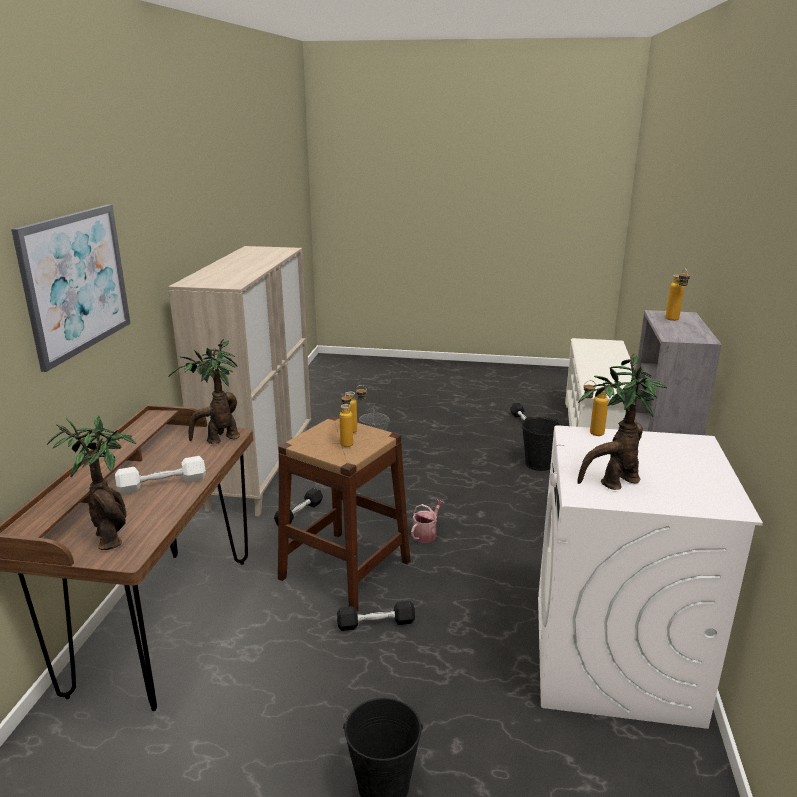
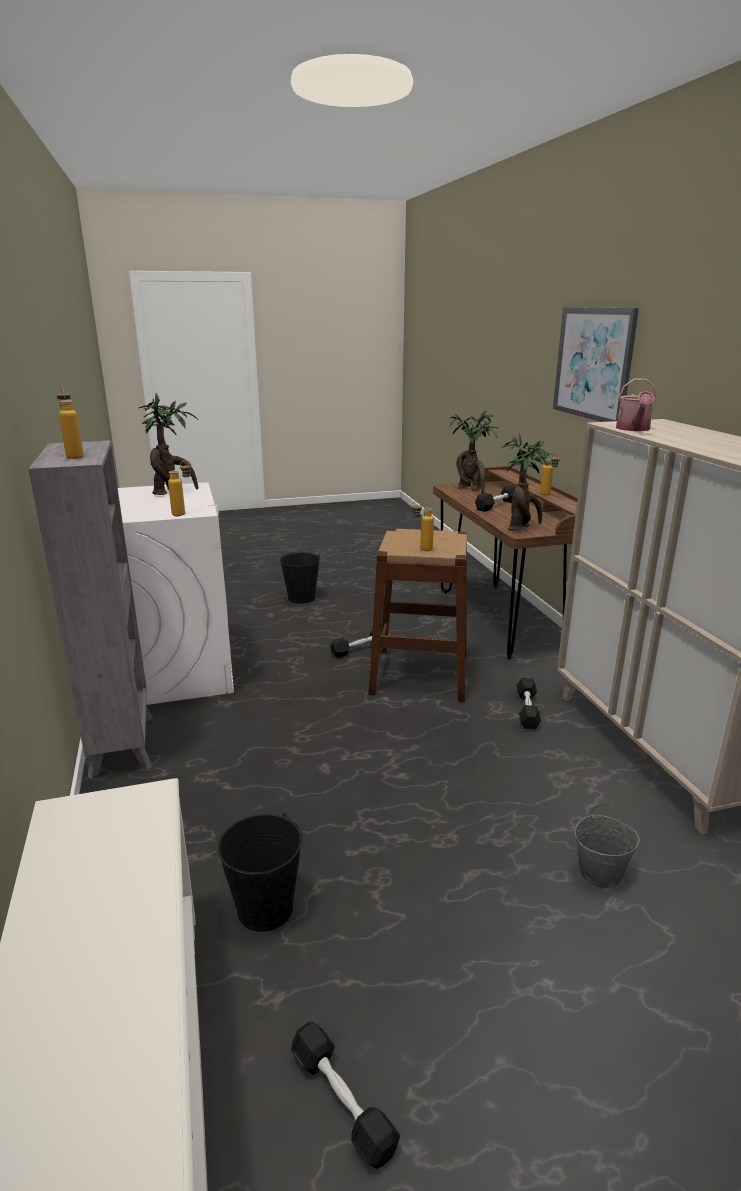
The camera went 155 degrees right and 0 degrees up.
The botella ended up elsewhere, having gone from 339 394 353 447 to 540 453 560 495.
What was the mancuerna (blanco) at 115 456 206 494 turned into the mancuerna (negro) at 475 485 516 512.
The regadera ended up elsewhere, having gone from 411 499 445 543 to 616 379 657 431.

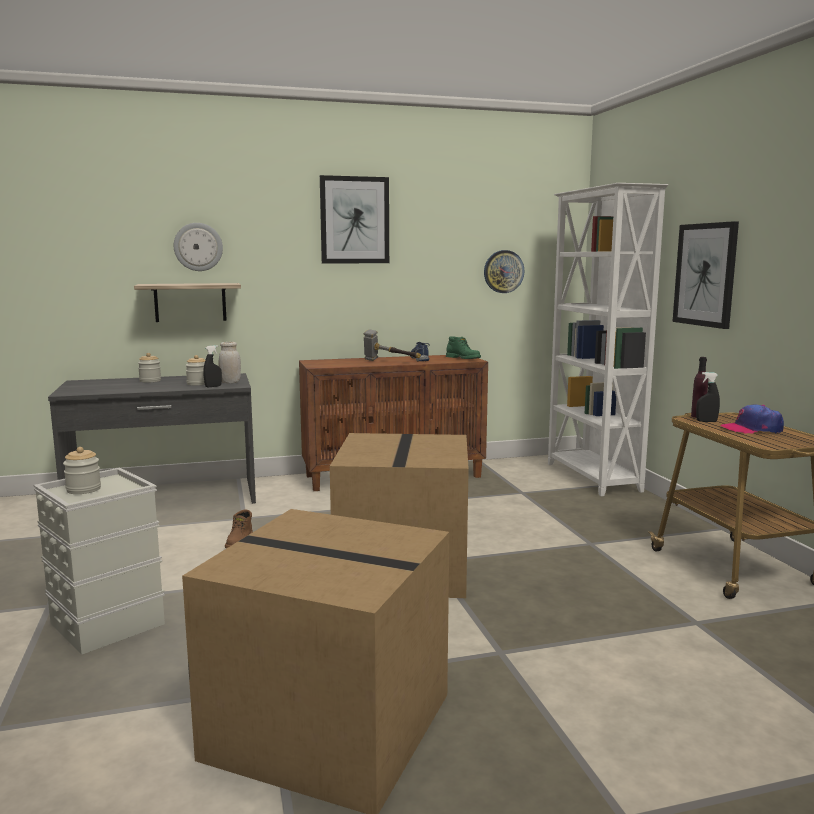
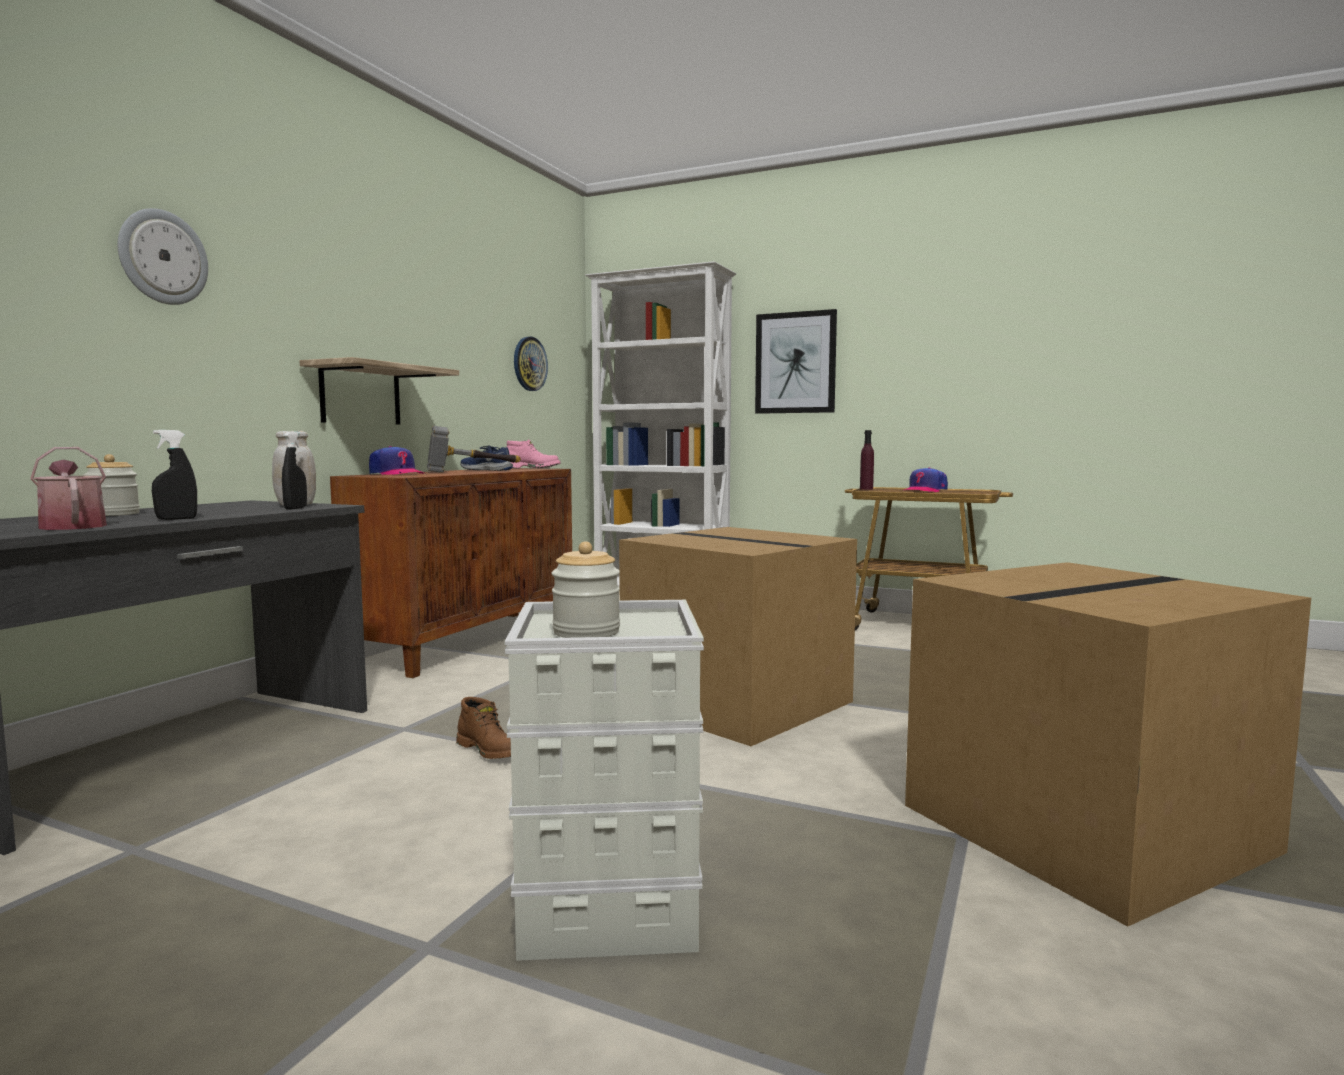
The camera went 50 degrees left and 5 degrees down.
The second view lost the cuadro at 320 175 389 263.
The estante ended up elsewhere, having gone from 134 283 241 322 to 300 357 459 425.
What was the bota (verde) at 446 336 481 359 turned into the bota (rosa) at 507 439 561 468.
The second view lost the tarro at 186 355 205 385.
The pulverizador (negro) ended up elsewhere, having gone from 696 372 720 422 to 152 430 197 520.
The second view gained the gorra at 369 446 424 475.
The second view gained the regadera at 30 447 107 530.

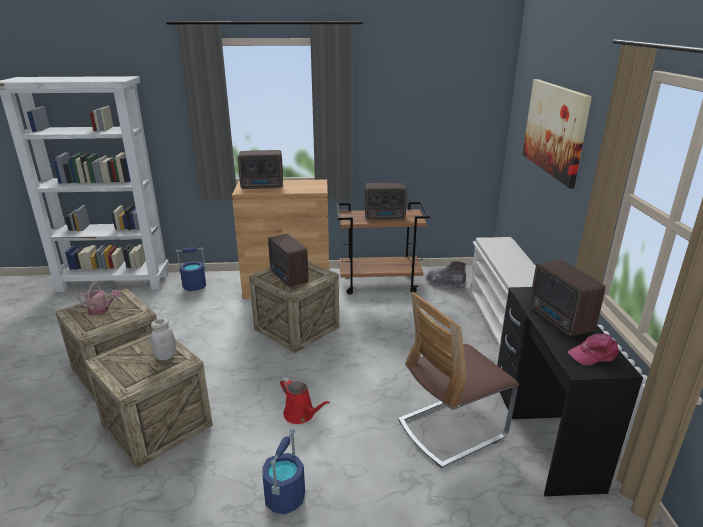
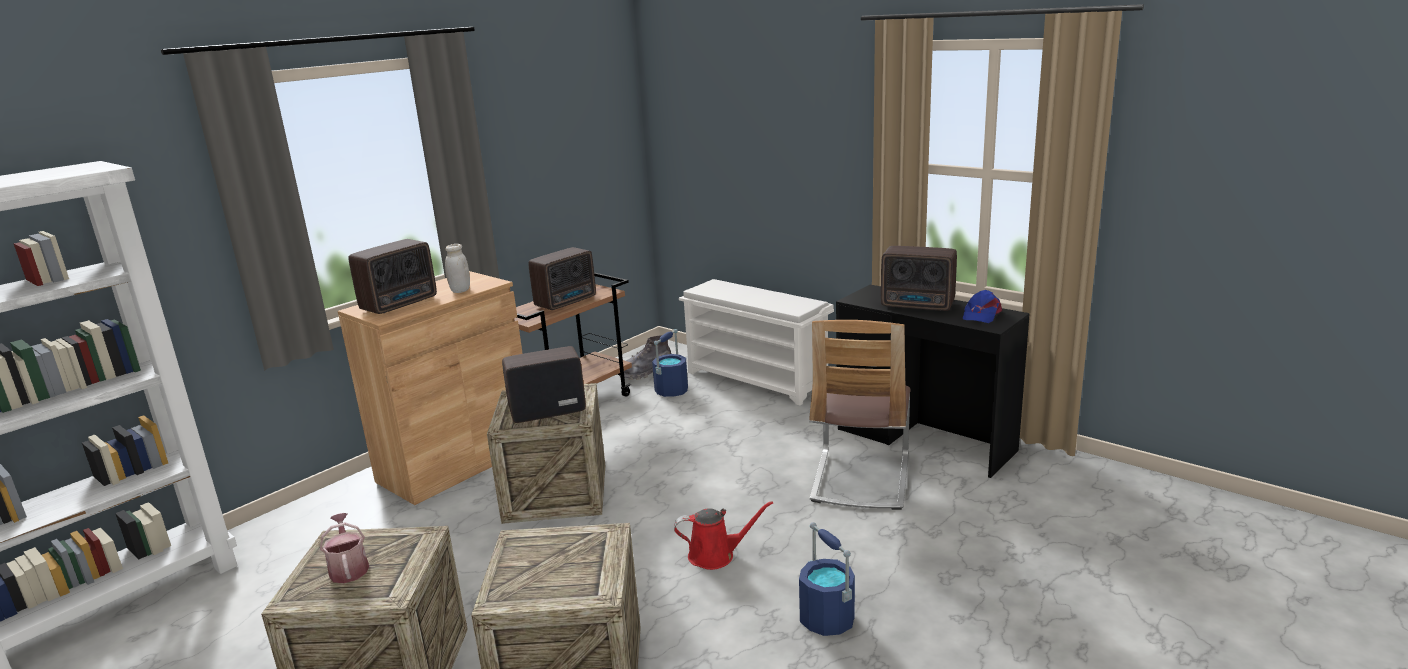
The camera went 45 degrees left and 5 degrees down.
The second view lost the cuadro at 523 79 592 188.
The radio at 268 234 309 287 ended up facing another way, 150 degrees clockwise from before.
The cubo (azul) ended up elsewhere, having gone from 175 247 206 291 to 652 329 688 397.
The regadera at 77 283 121 315 ended up facing another way, 75 degrees counterclockwise from before.
The tarro (blanco) ended up elsewhere, having gone from 151 318 176 360 to 445 244 470 293.
What was the gorra (rosa) at 567 333 619 365 turned into the gorra (azul) at 963 290 1002 323.

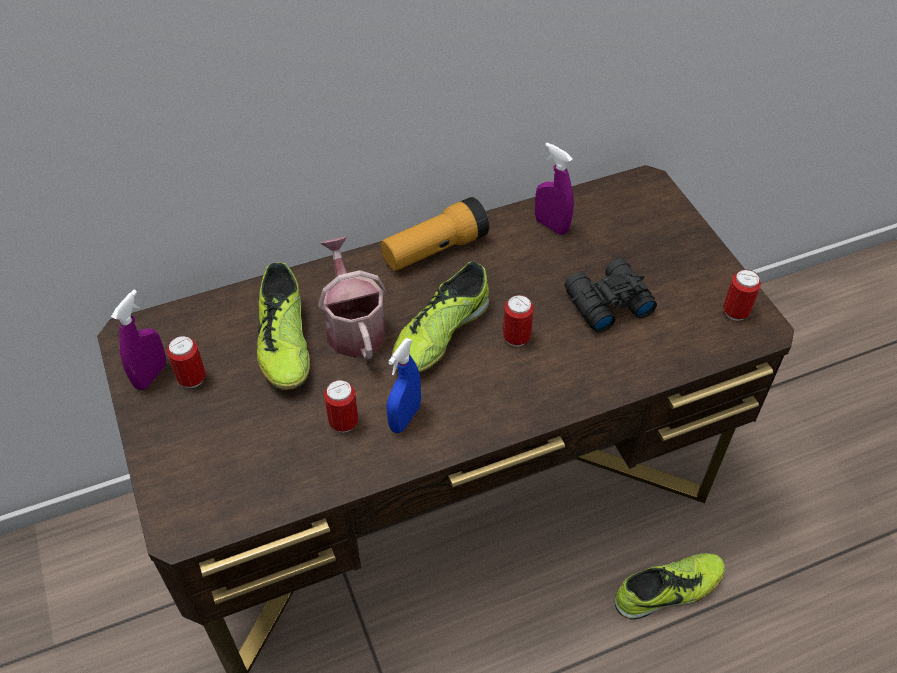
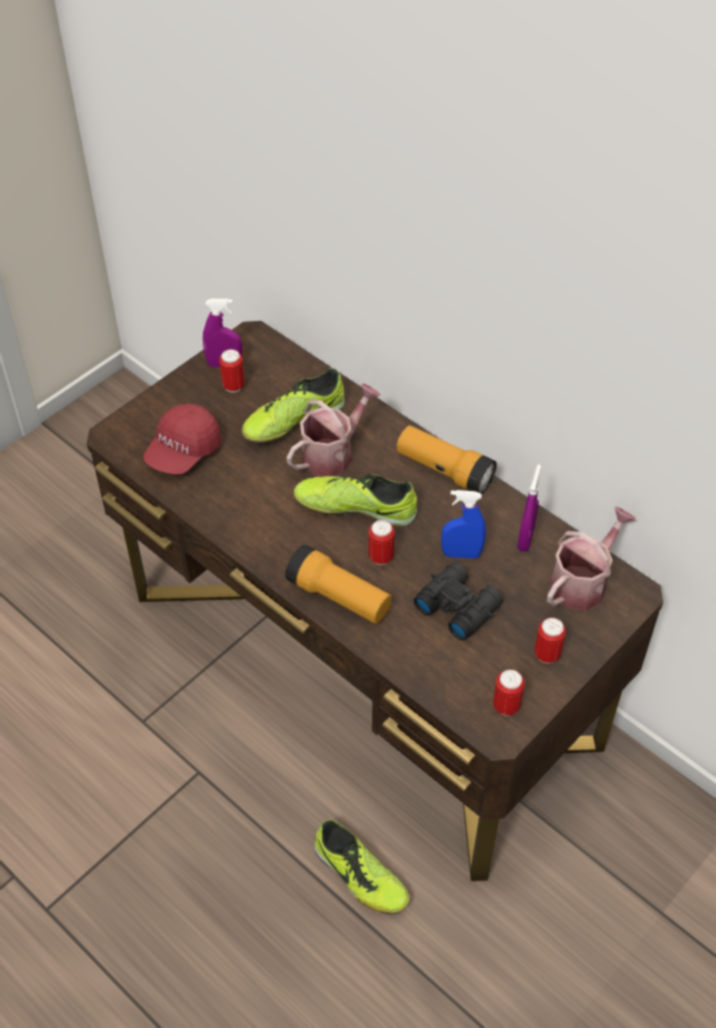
The camera went 65 degrees right and 0 degrees up.
The pulverizador (azul) ended up elsewhere, having gone from 387 338 421 433 to 441 490 486 558.
The lata ended up elsewhere, having gone from 324 380 358 433 to 534 618 566 663.
The second view gained the gorra (rojo) at 143 403 221 475.
The second view gained the regadera at 547 507 636 610.
The second view gained the linterna at 285 545 392 624.

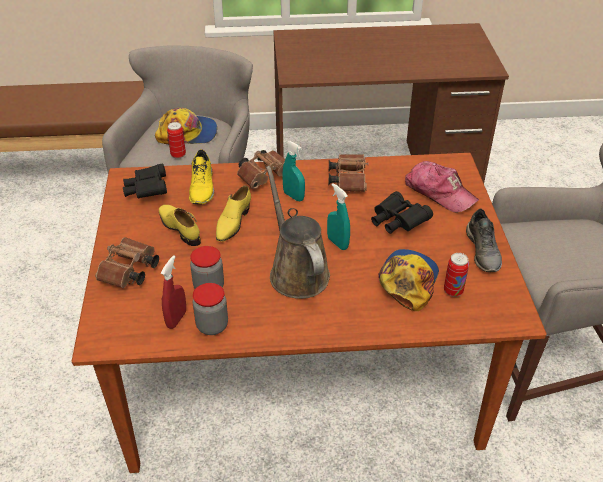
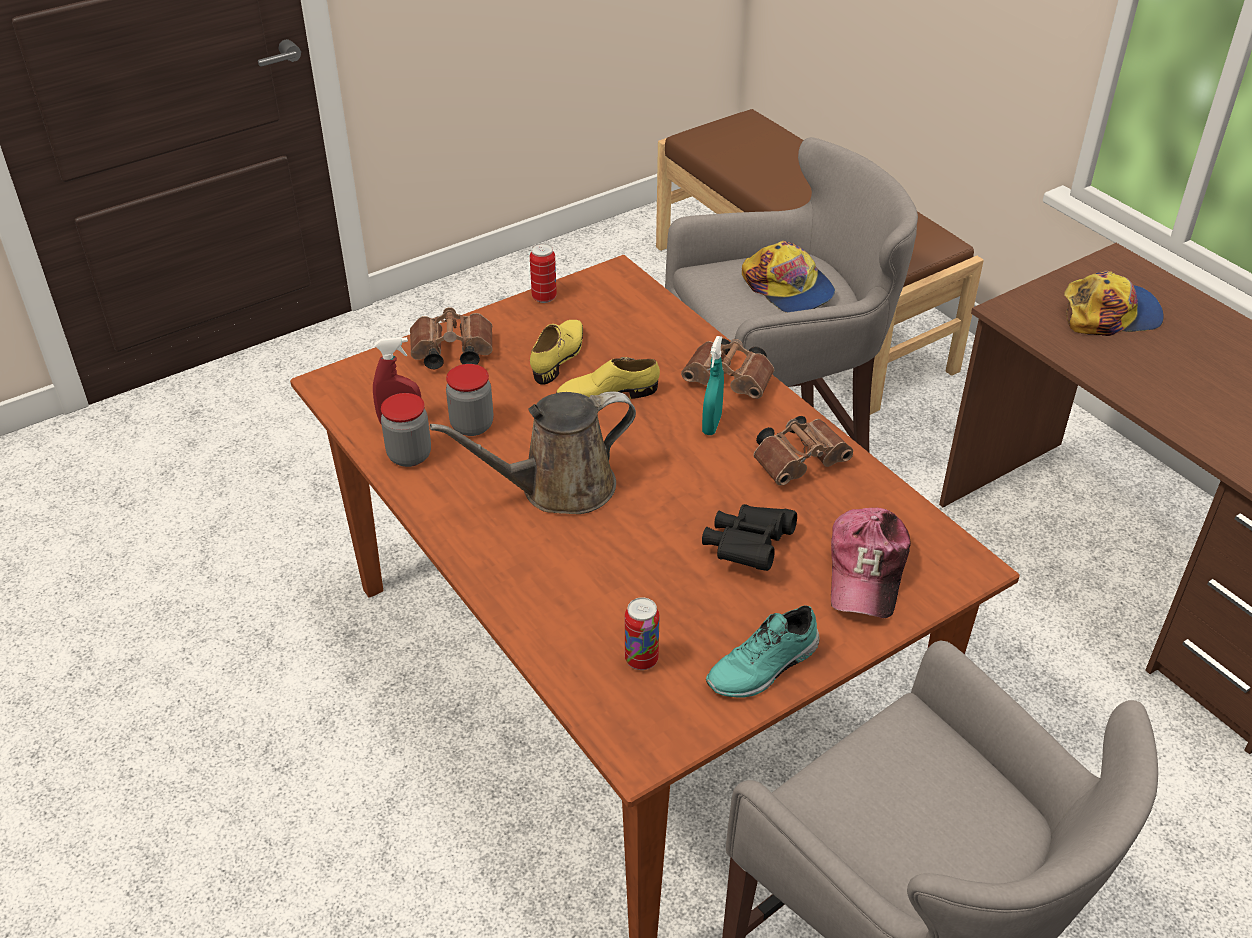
The camera went 60 degrees right and 0 degrees up.
The lata ended up elsewhere, having gone from 167 122 186 159 to 530 243 557 303.
The second view lost the zapato (amarillo) at 189 149 214 204.
The second view lost the prismáticos (negro) at 123 164 167 199.
The regadera (marrón) at 266 166 330 299 ended up facing another way, 150 degrees counterclockwise from before.
The second view lost the pulverizador (turquesa) at 327 183 350 250.
What was the zapato (gris) at 466 209 502 272 turned into the zapato (turquesa) at 706 605 820 698.
The gorra ended up elsewhere, having gone from 379 249 439 311 to 1064 270 1164 336.

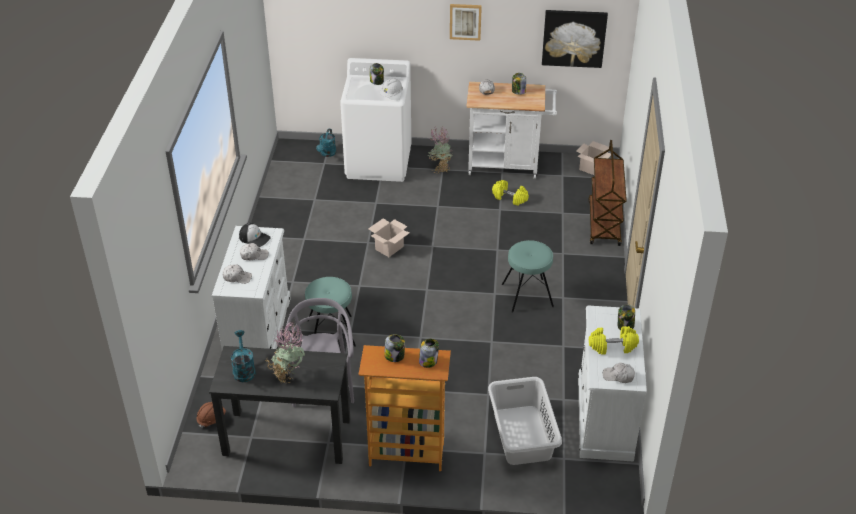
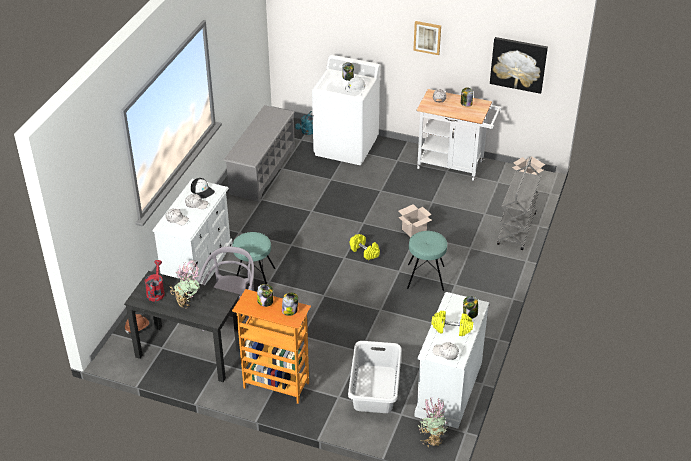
The camera went 15 degrees right and 0 degrees up.
The planta en maceta ended up elsewhere, having gone from 428 127 453 174 to 418 397 447 447.
What was the carrito (marrón) at 588 140 627 246 turned into the carrito (gris) at 497 157 541 250.
The mancuerna (amarillo) ended up elsewhere, having gone from 492 180 529 205 to 350 234 380 260.
The caja de cartón ended up elsewhere, having gone from 368 218 410 257 to 398 204 432 237.
What was the regadera (turquesa) at 231 330 256 382 turned into the regadera (rojo) at 145 260 165 301.
The second view gained the zapatero (gris) at 224 105 295 203.

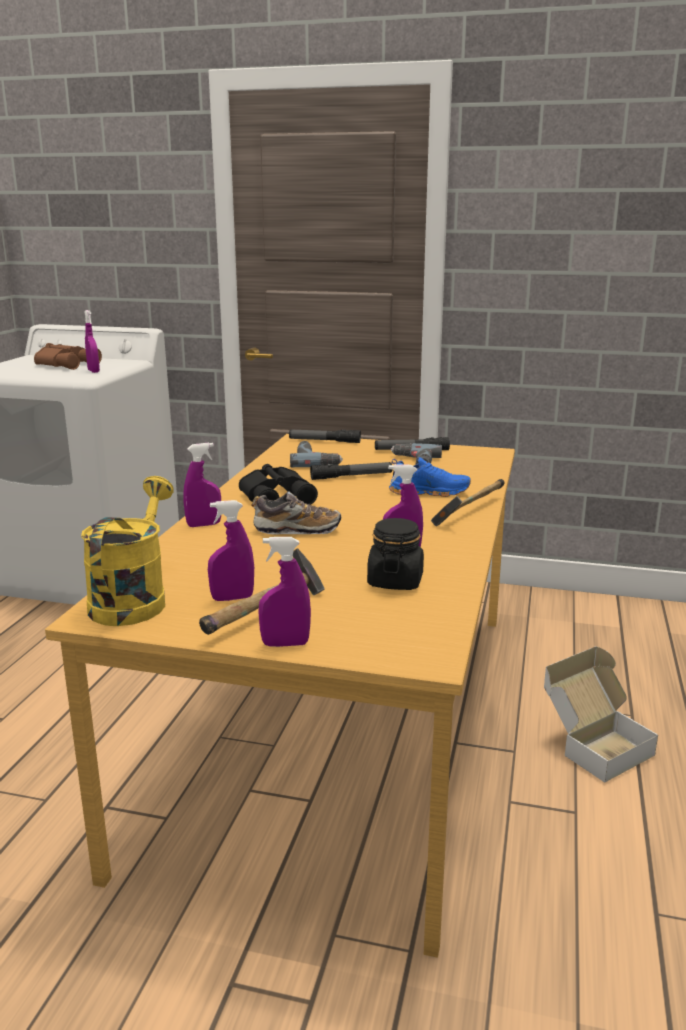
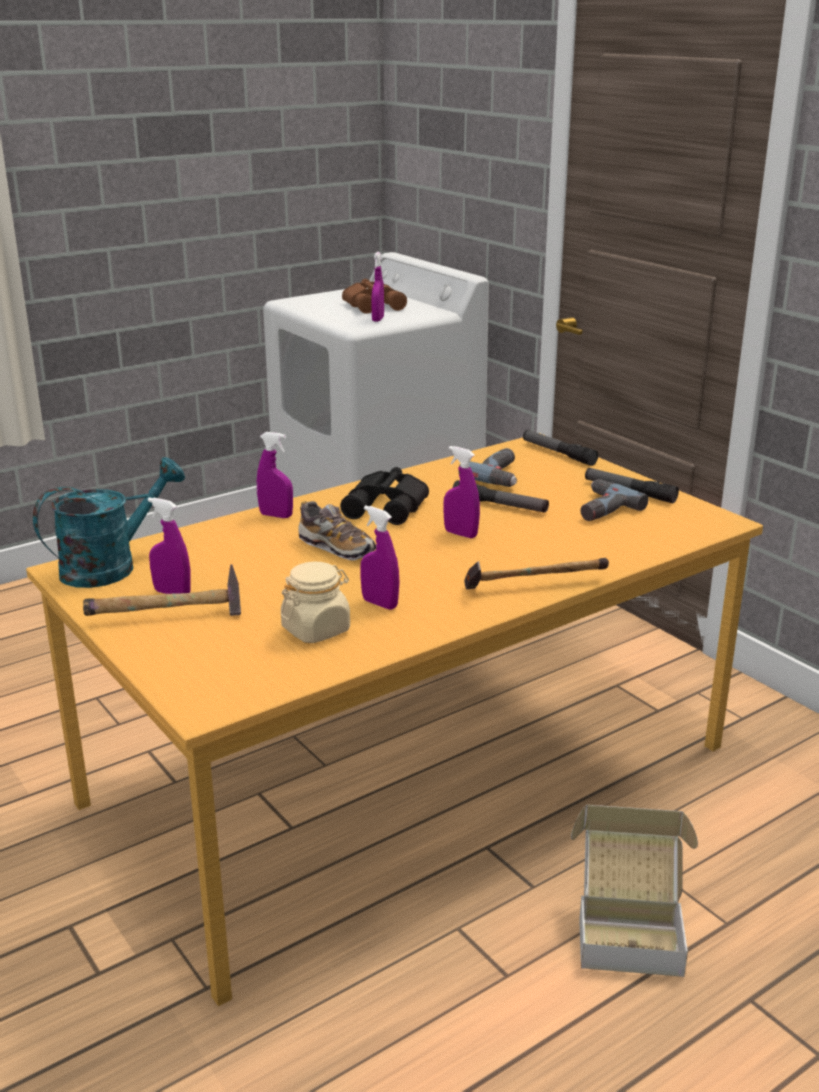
The camera went 40 degrees right and 5 degrees up.
The second view lost the zapato (azul) at 389 457 471 497.
What was the regadera (amarillo) at 81 476 174 626 turned into the regadera (turquesa) at 33 457 185 588.
What was the tarro (negro) at 367 518 424 590 turned into the tarro (beis) at 281 562 350 643.
The pulverizador (morado) ended up elsewhere, having gone from 258 537 311 647 to 443 446 480 538.

